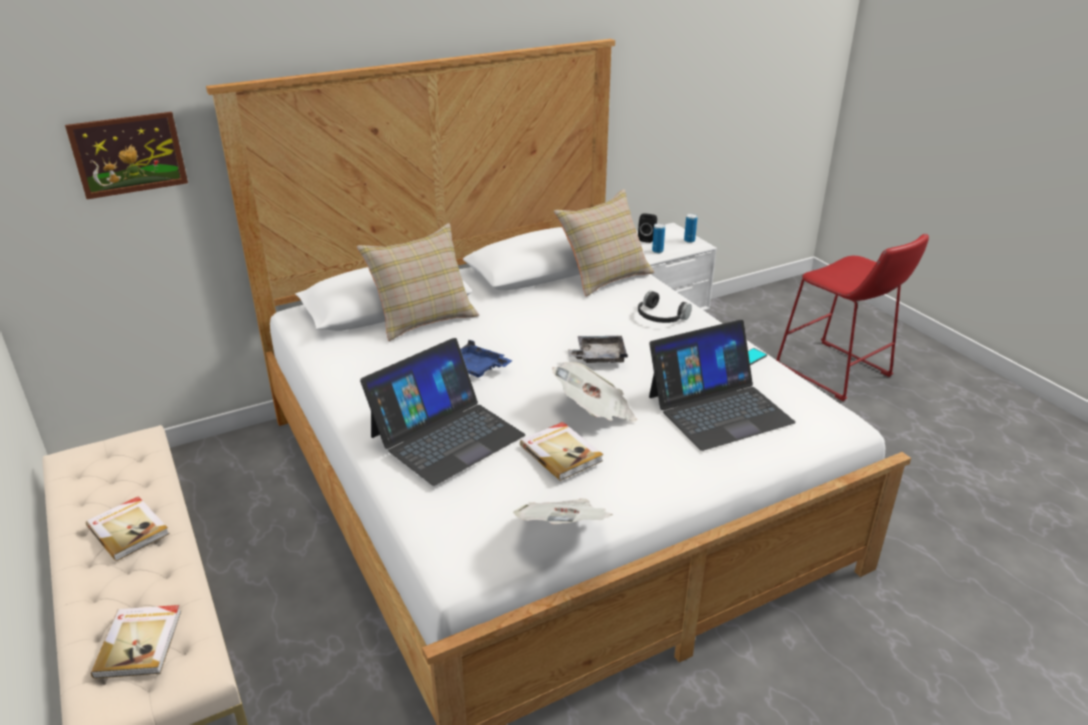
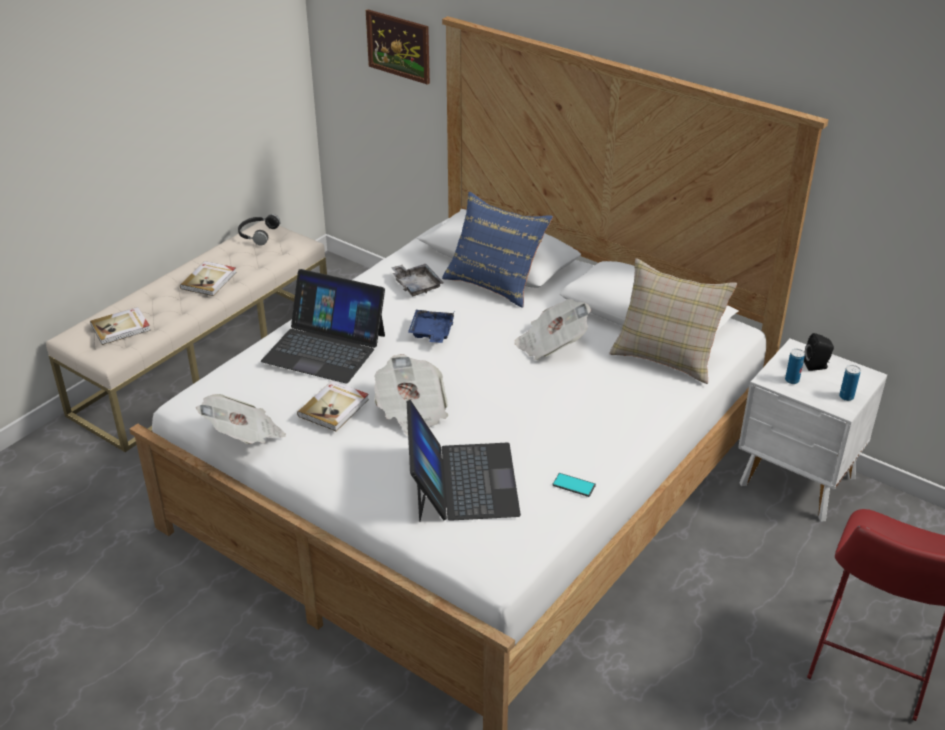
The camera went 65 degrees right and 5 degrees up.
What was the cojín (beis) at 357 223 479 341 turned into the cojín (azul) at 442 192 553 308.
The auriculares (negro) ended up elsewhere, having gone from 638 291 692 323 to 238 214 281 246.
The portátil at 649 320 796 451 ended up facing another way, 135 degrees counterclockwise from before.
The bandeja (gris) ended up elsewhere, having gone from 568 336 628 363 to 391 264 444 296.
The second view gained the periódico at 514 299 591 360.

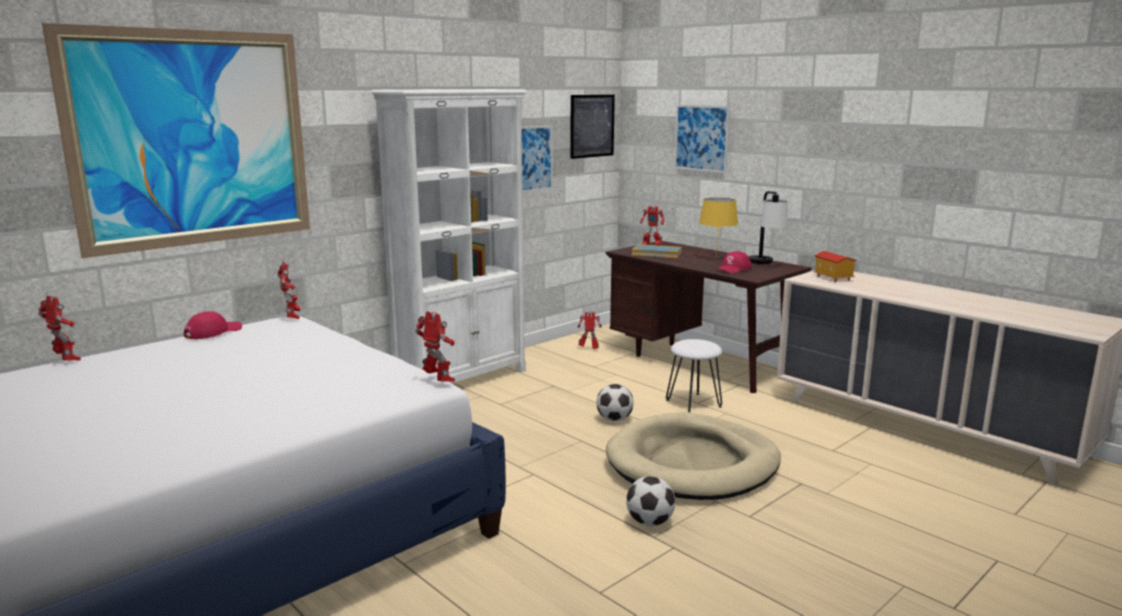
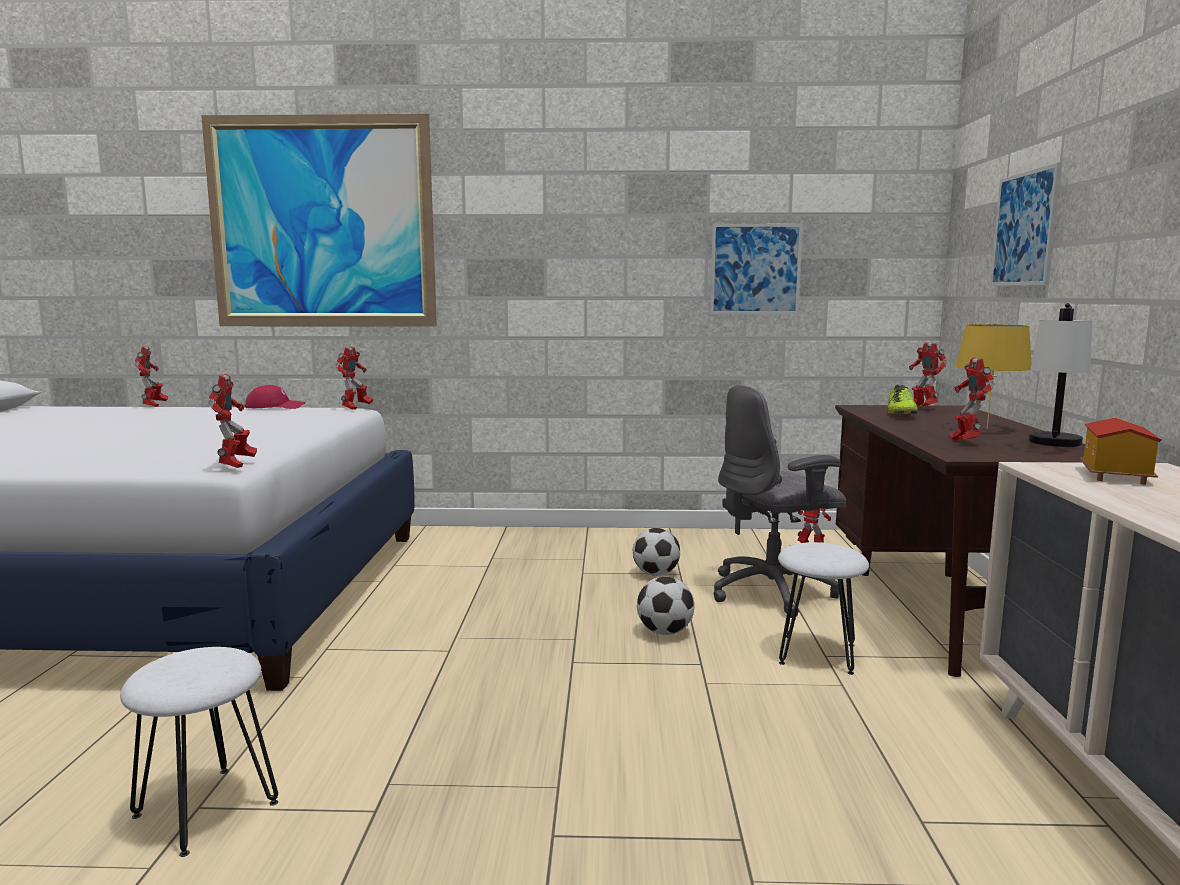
The camera went 45 degrees right and 5 degrees down.
The second view lost the estantería (blanco) at 371 89 527 383.
The second view lost the cuadro at 570 95 615 159.
Where the libro stood at 632 244 682 258, the zapato came to stand at 887 385 918 414.
Where the gorra (rojo) stood at 717 251 752 273, the robot de juguete came to stand at 949 357 995 441.
The second view lost the cama para perro (beis) at 606 412 781 500.
The balón de fútbol ended up elsewhere, having gone from 626 476 675 526 to 633 528 680 576.
The second view gained the silla de oficina (gris) at 714 385 846 618.
The second view gained the taburete (blanco) at 120 647 278 857.

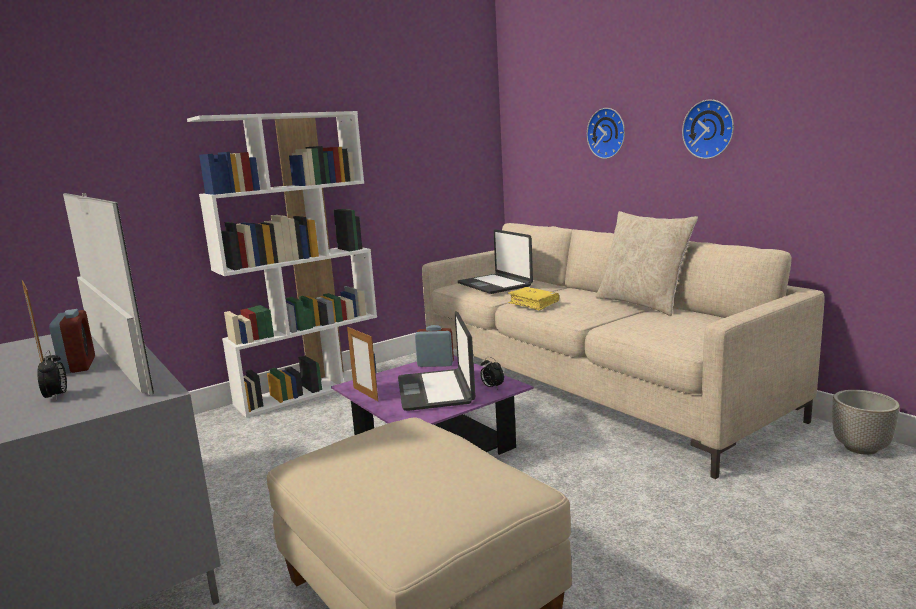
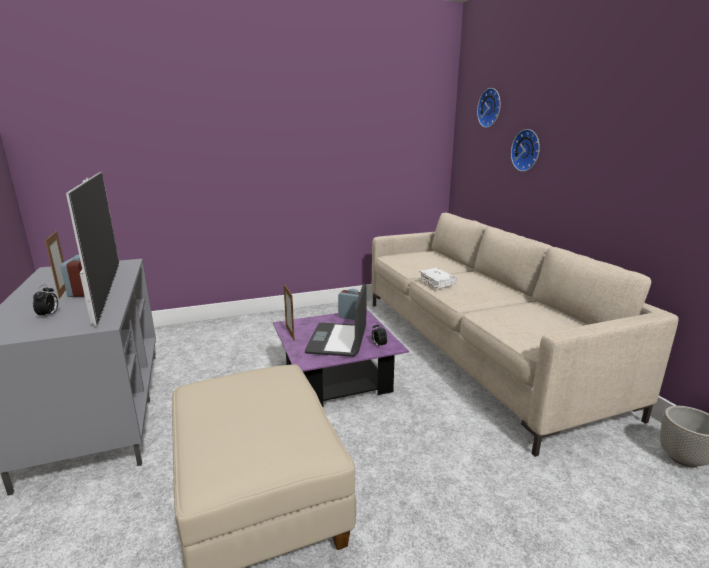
The camera went 15 degrees right and 5 degrees up.
The reloj de pared ended up elsewhere, having gone from 682 99 734 159 to 477 88 501 128.
The second view lost the estantería (blanco) at 187 111 378 418.
The second view lost the cojín (beis) at 596 211 698 316.
The second view lost the portátil at 458 229 533 294.
What was the libro (amarillo) at 508 287 559 311 turned into the libro (blanco) at 419 268 457 289.

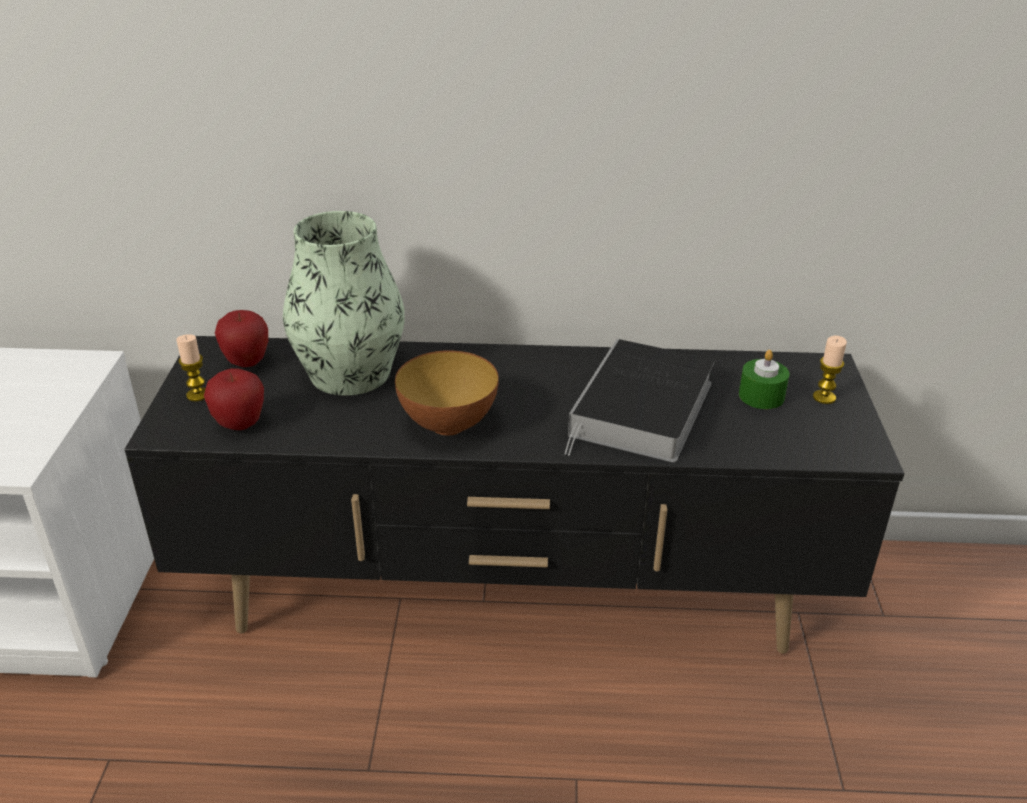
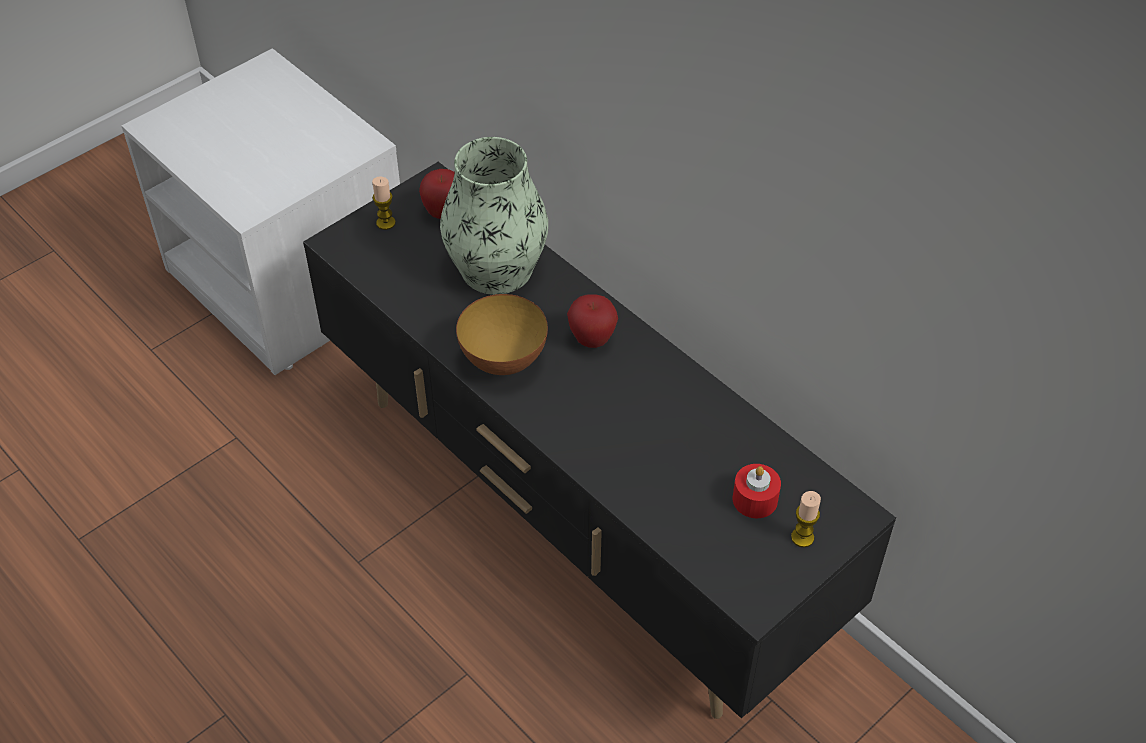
The camera went 45 degrees right and 15 degrees up.
The second view lost the libro at 565 339 715 462.
What was the vela (verde) at 739 350 790 409 turned into the vela (rojo) at 733 464 781 518.
The manzana ended up elsewhere, having gone from 204 368 264 430 to 567 294 618 348.

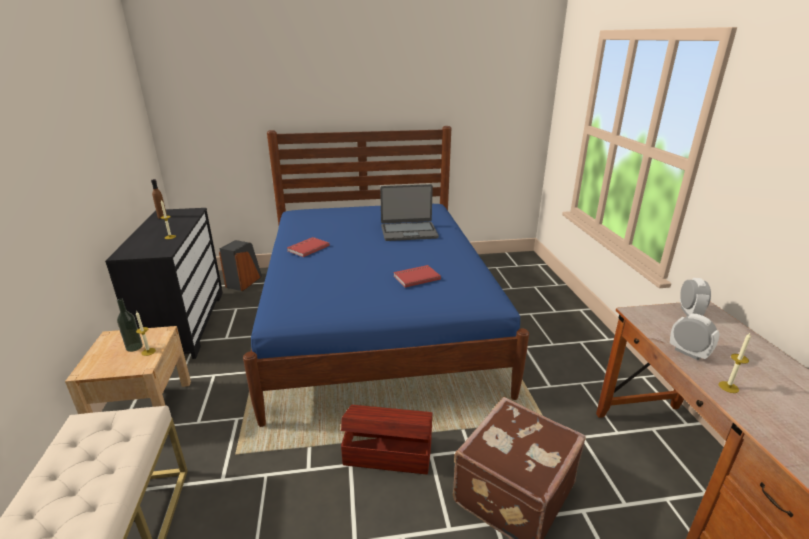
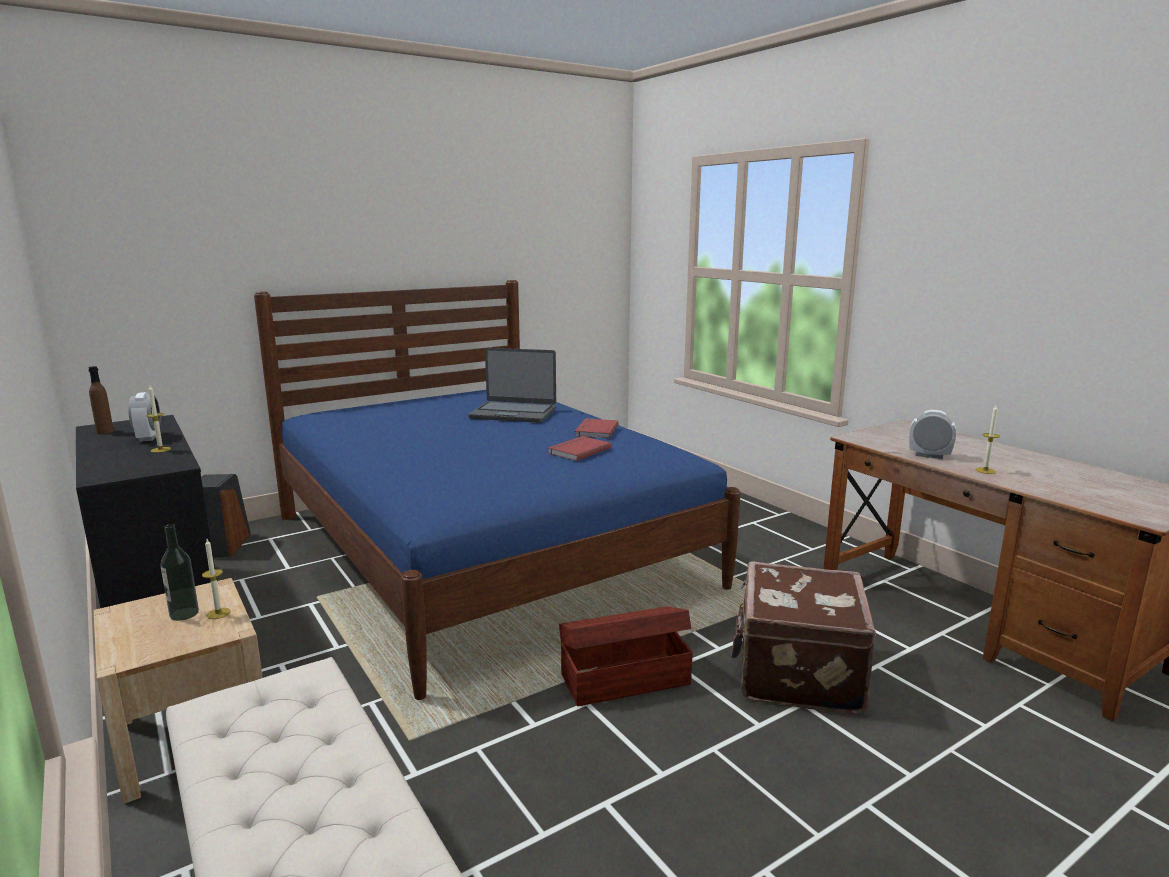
The camera went 25 degrees left and 10 degrees down.
The portátil at 380 184 439 241 ended up facing another way, 45 degrees clockwise from before.
The libro (rojo) ended up elsewhere, having gone from 287 237 330 257 to 574 418 619 438.
The despertador ended up elsewhere, having gone from 680 278 711 316 to 128 392 160 442.

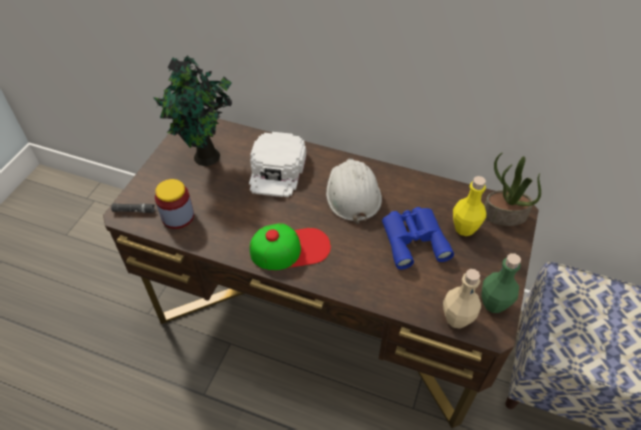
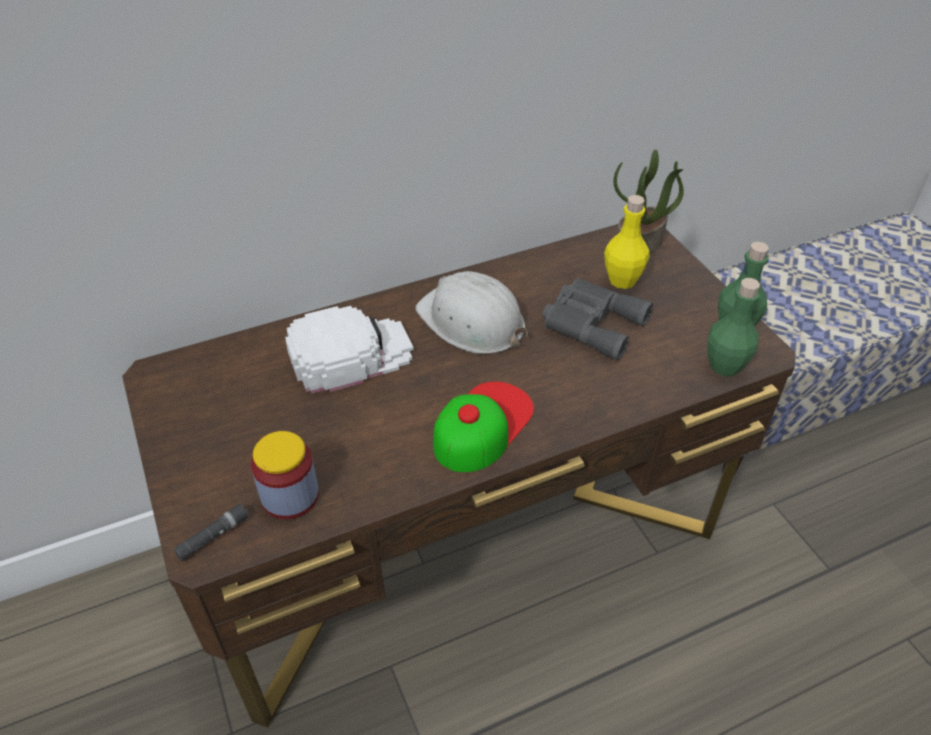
The camera went 45 degrees left and 5 degrees down.
The second view lost the planta en maceta at 153 55 232 166.
The gorra (blanco) at 249 132 306 197 ended up facing another way, 75 degrees counterclockwise from before.
What was the prismáticos (azul) at 382 207 454 269 turned into the prismáticos (gris) at 542 278 653 360.
What was the botella (beis) at 443 269 481 329 turned into the botella (verde) at 707 278 760 376.

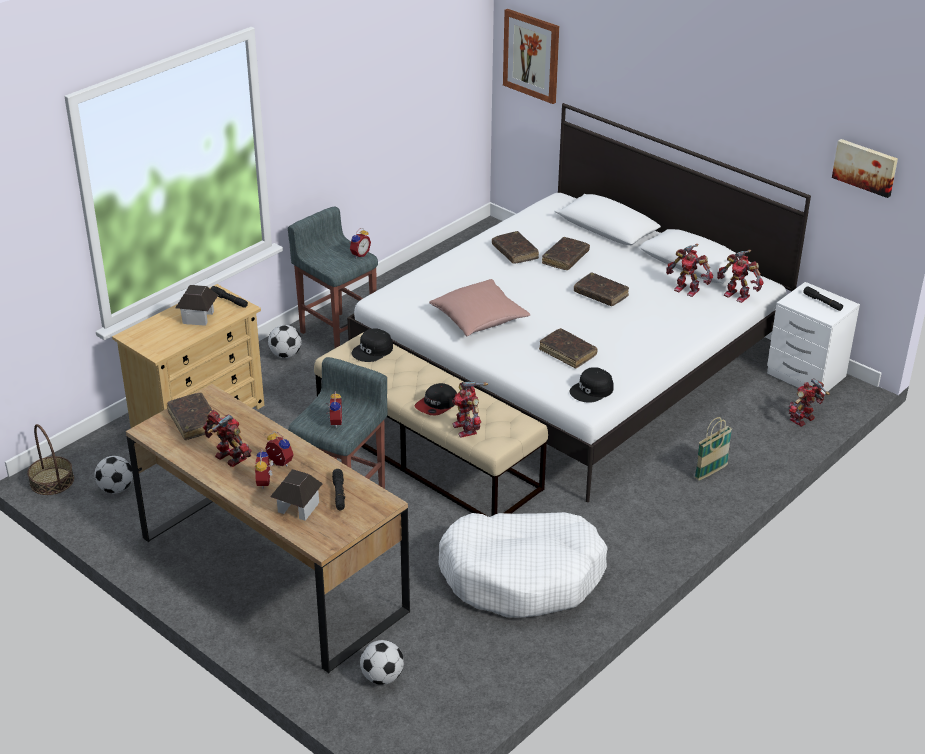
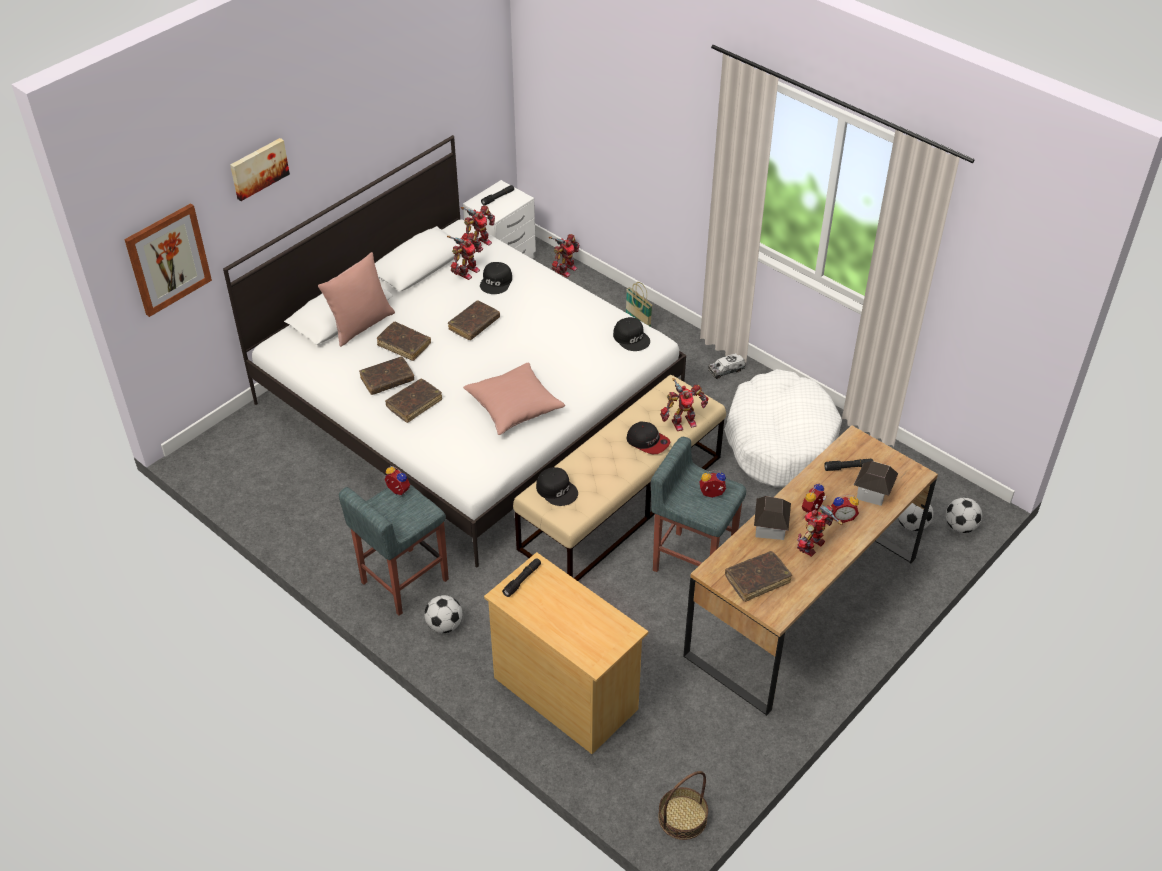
The camera went 90 degrees left and 10 degrees up.
The cuadro ended up elsewhere, having gone from 832 139 898 198 to 230 138 290 201.
The casita ended up elsewhere, having gone from 175 285 218 326 to 754 496 791 540.
The libro (marrón) ended up elsewhere, having gone from 539 328 598 369 to 385 379 442 423.
The robot de juguete at 789 378 830 427 ended up facing another way, 105 degrees counterclockwise from before.
The balón de fútbol ended up elsewhere, having gone from 94 456 133 493 to 946 497 982 533.
The second view gained the cojín (rosa) at 318 252 395 347.
The second view gained the gorra (negro) at 480 262 512 294.
The second view gained the camión de juguete at 708 353 745 379.

